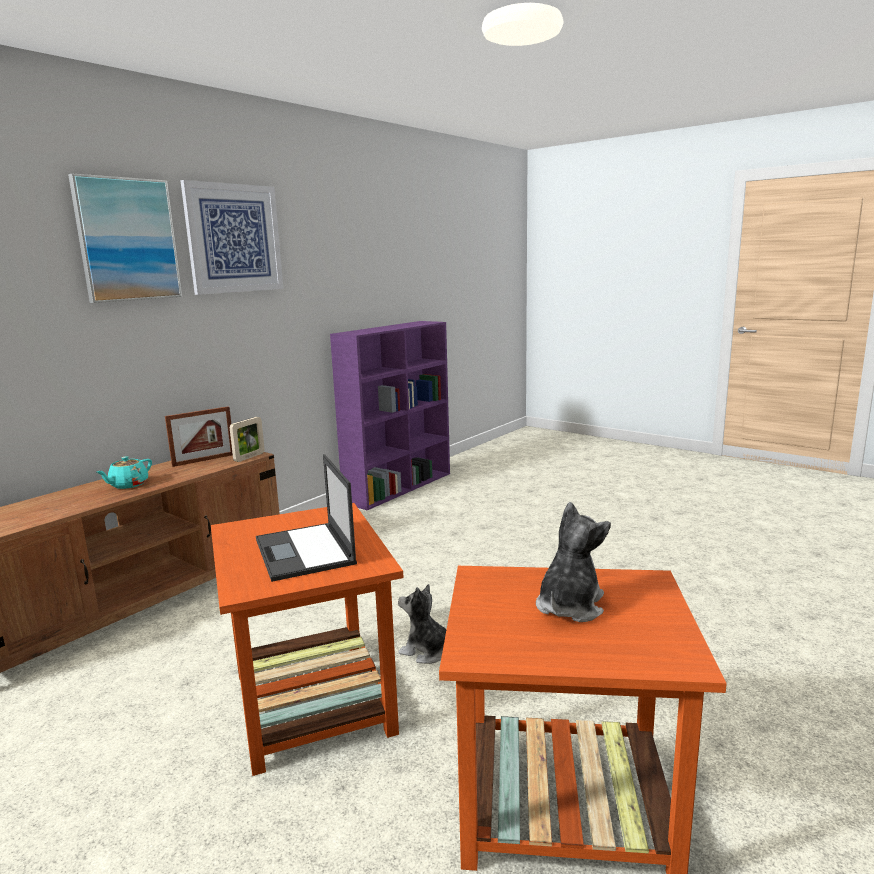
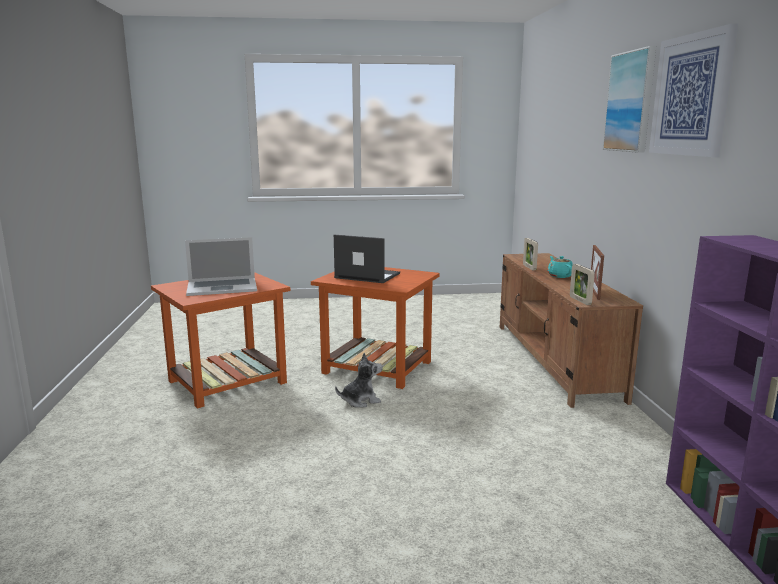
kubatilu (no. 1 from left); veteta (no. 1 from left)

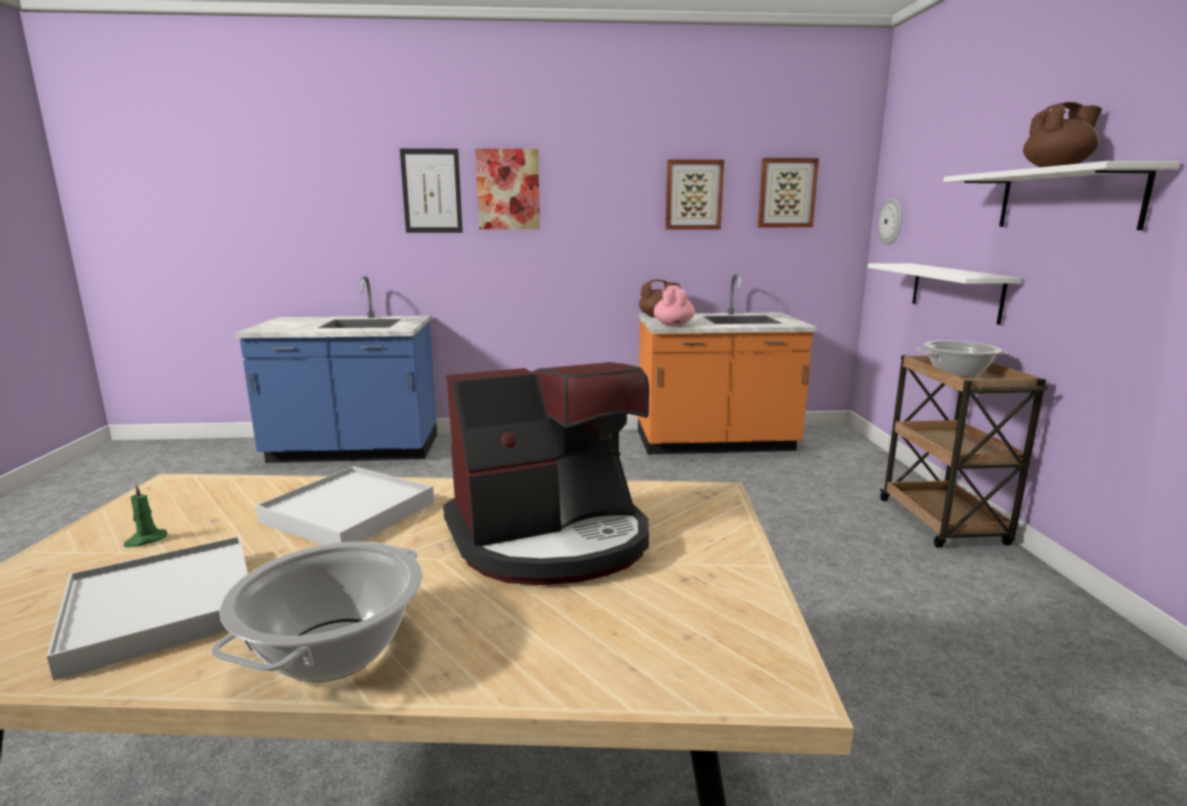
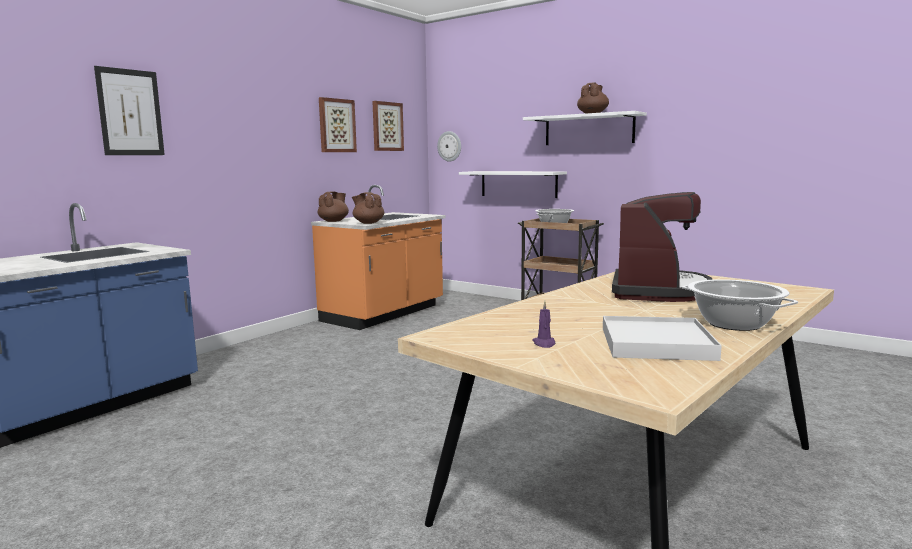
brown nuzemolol (no. 2 from left); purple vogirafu; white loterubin (no. 2 from left in the first image); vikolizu (no. 2 from left in the first image)

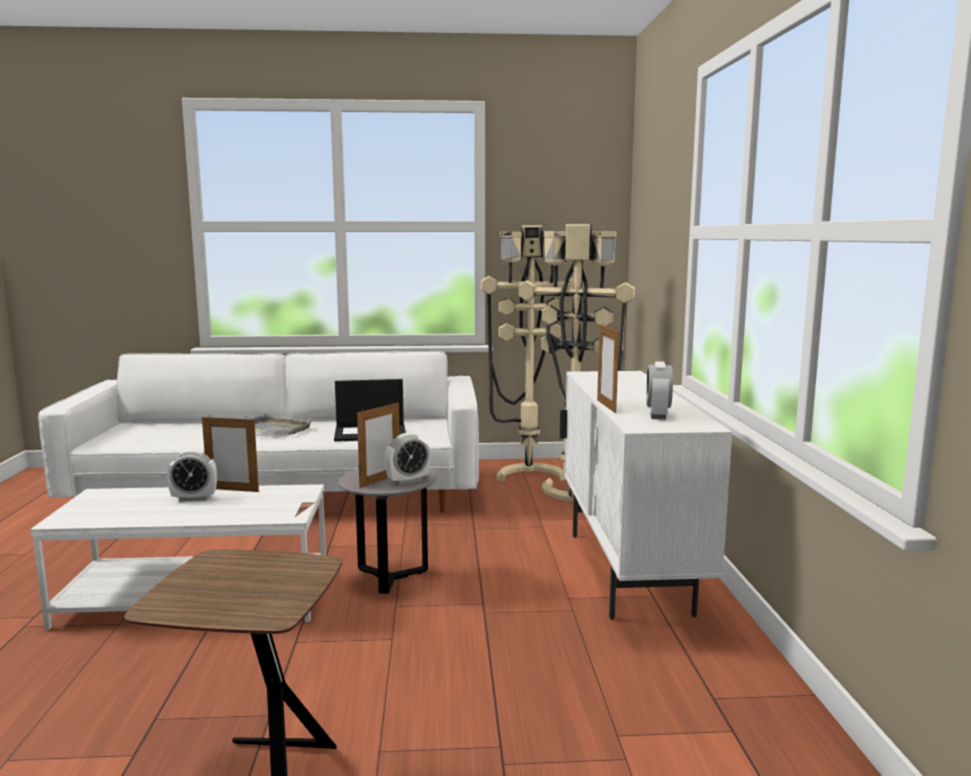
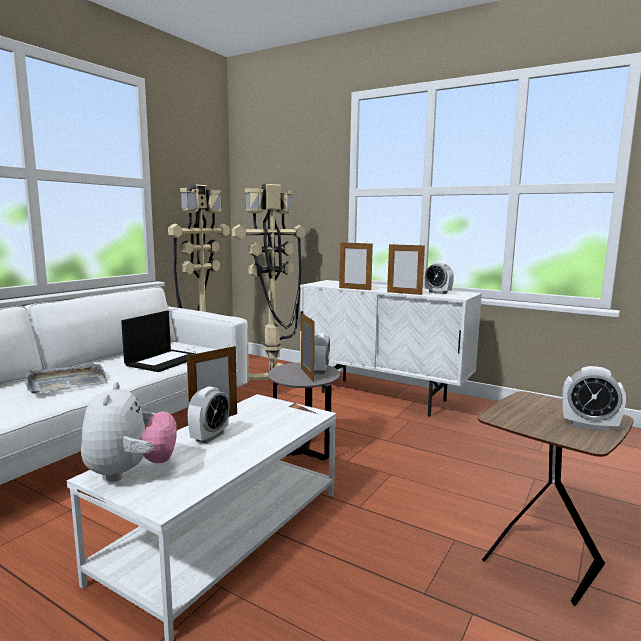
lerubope; veteta (no. 3 from left); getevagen (no. 4 from left)

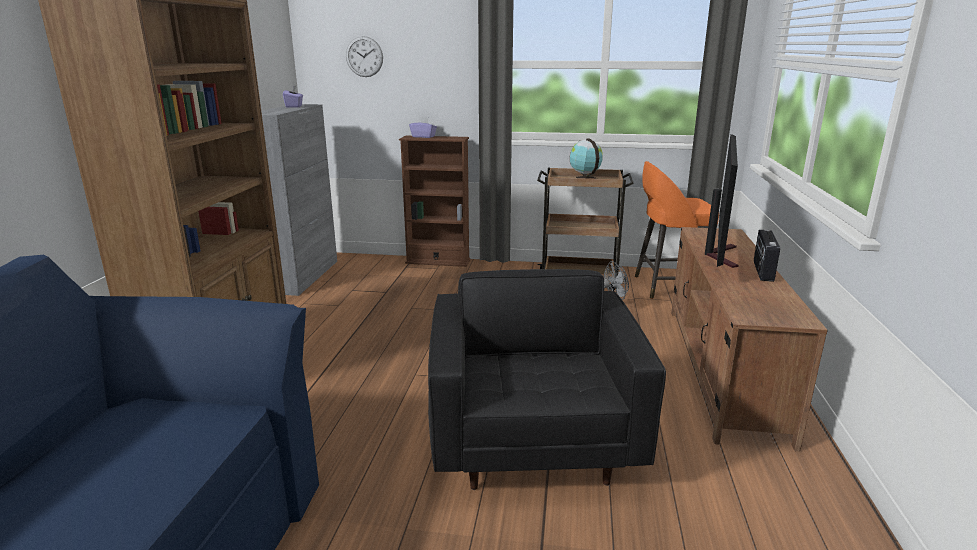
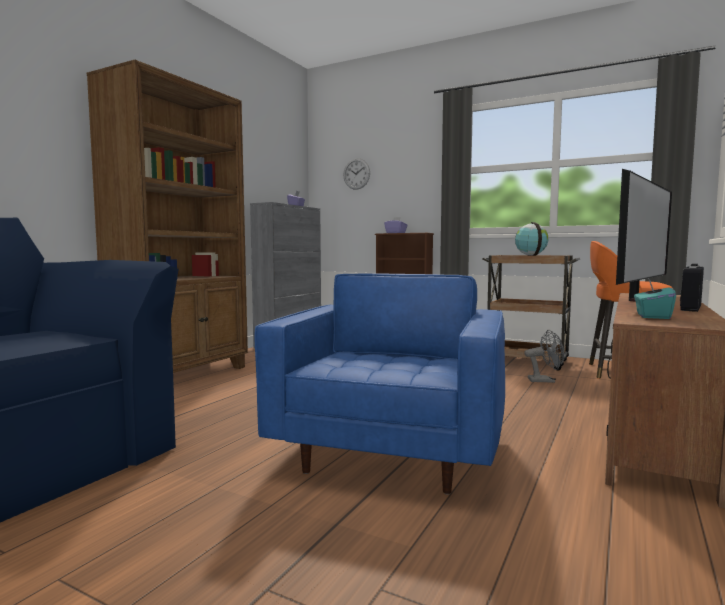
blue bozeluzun; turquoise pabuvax

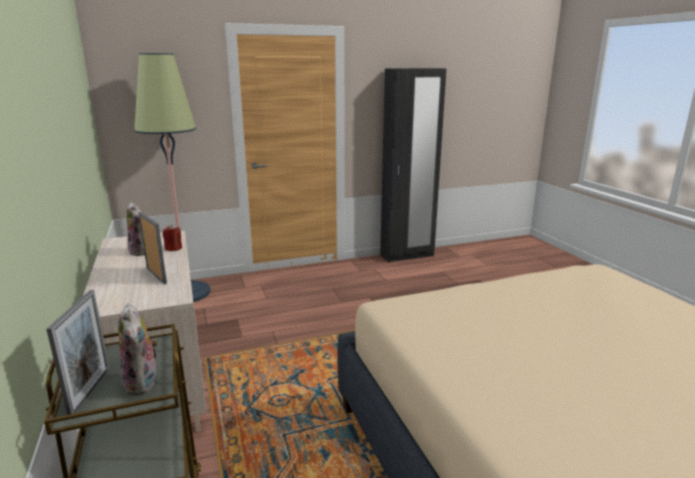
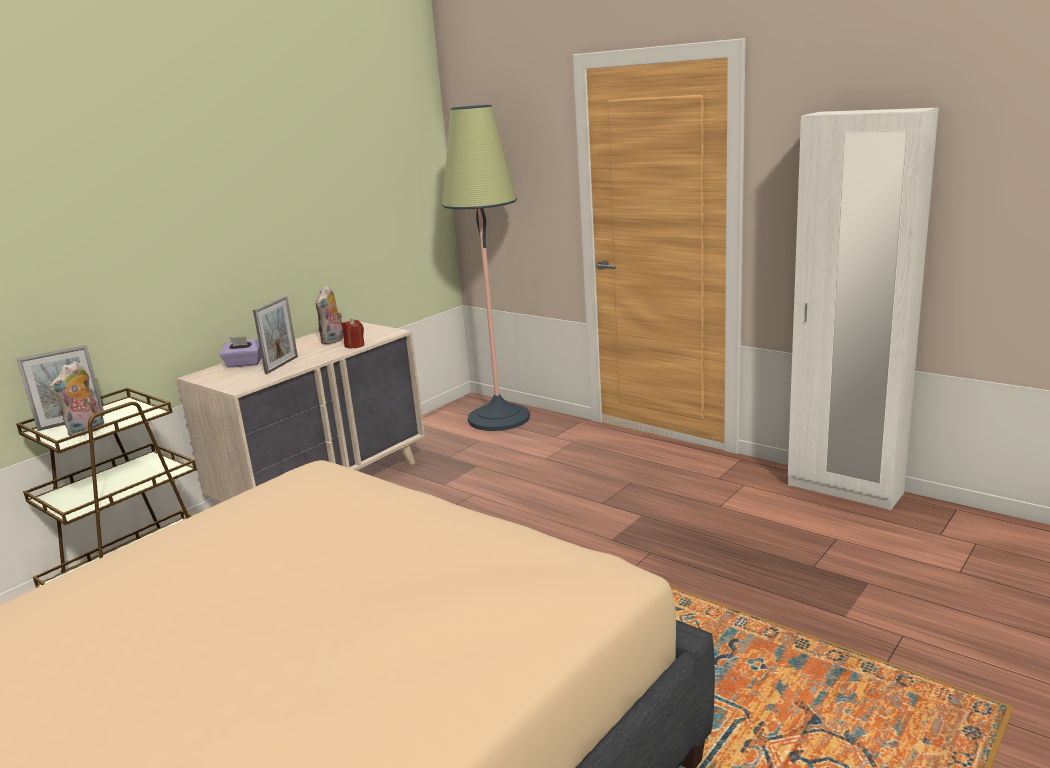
purple pabuvax; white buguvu

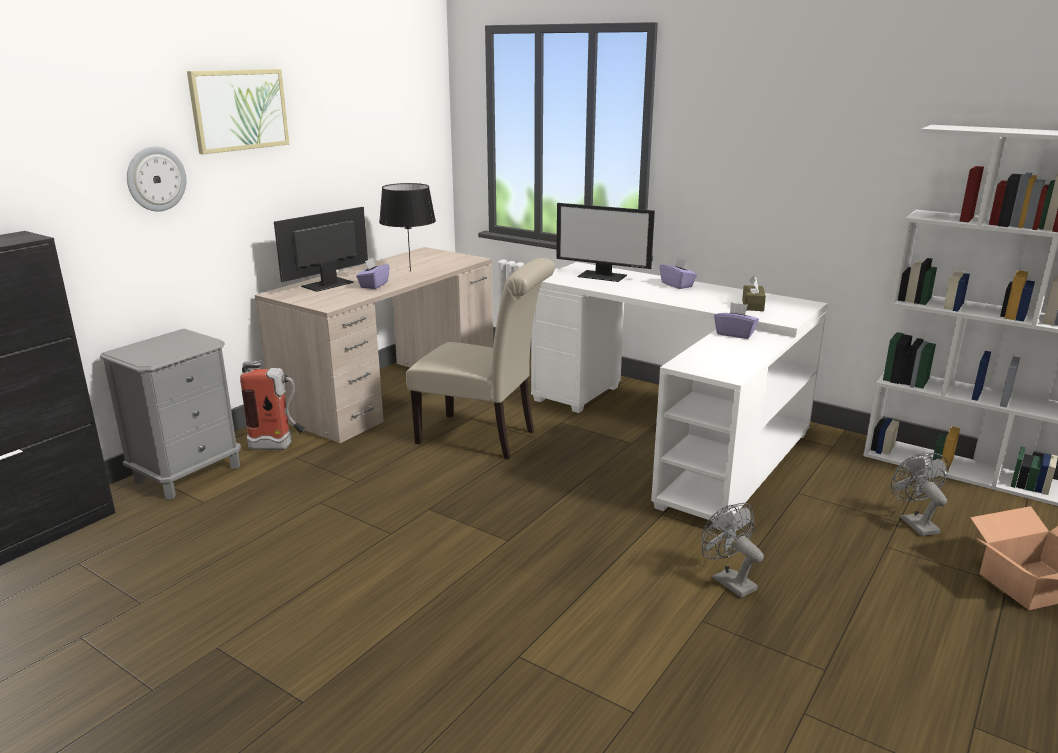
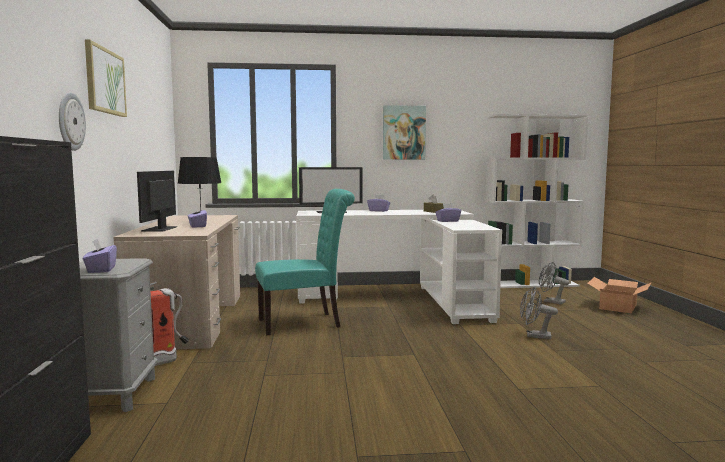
purple pabuvax (no. 1 from left); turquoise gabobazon; vikolizu (no. 2 from left)

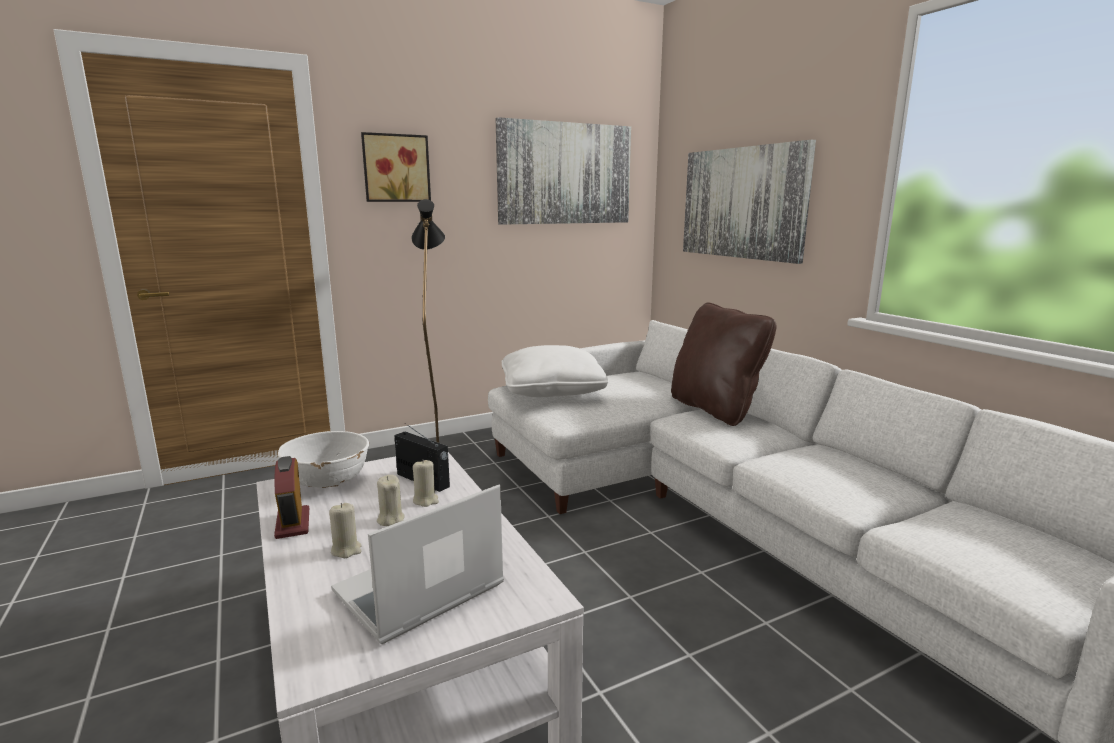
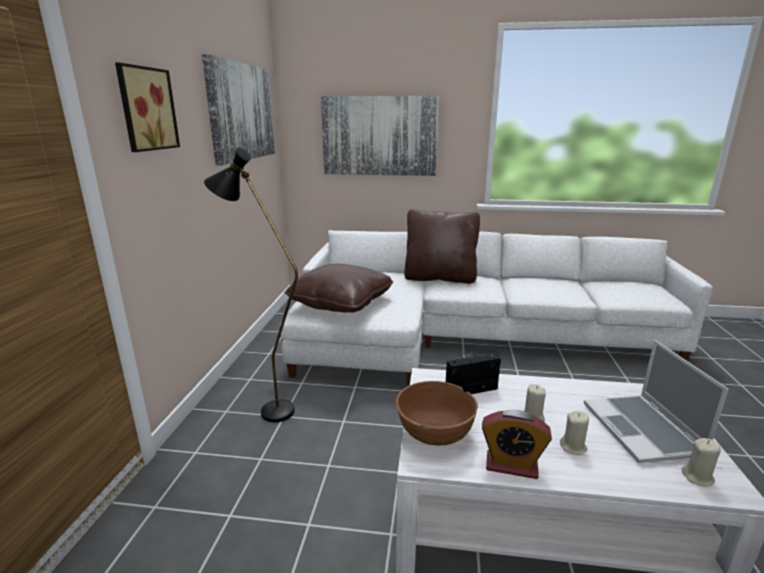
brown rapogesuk (no. 1 from left); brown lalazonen; beige vogirafu (no. 3 from left)

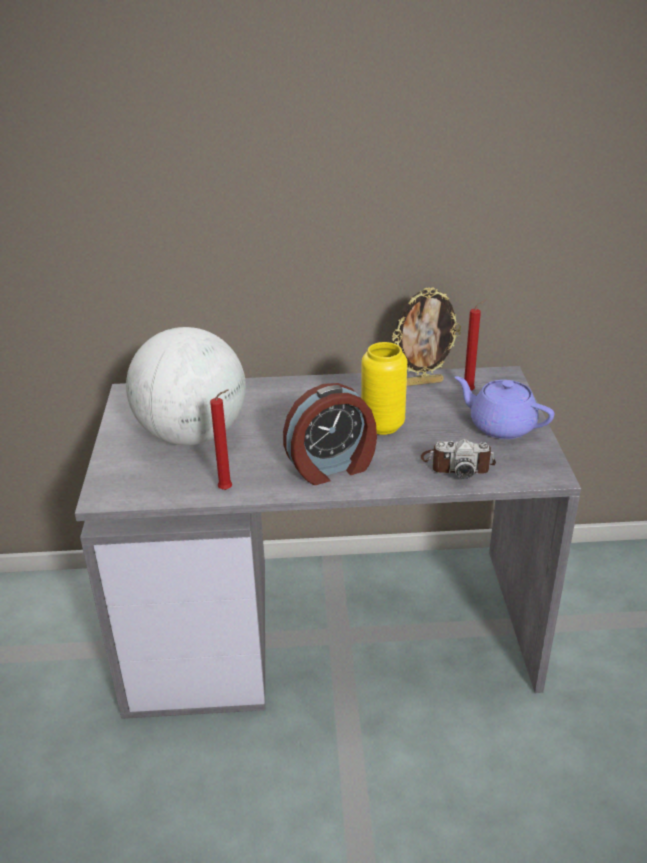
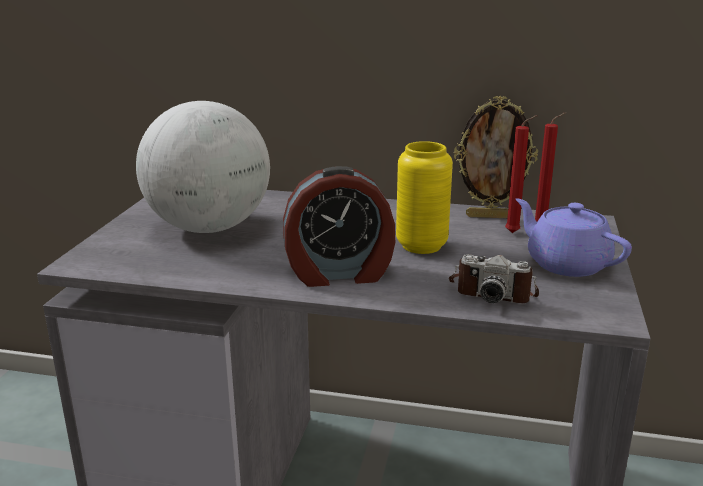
red vogirafu (no. 1 from left)

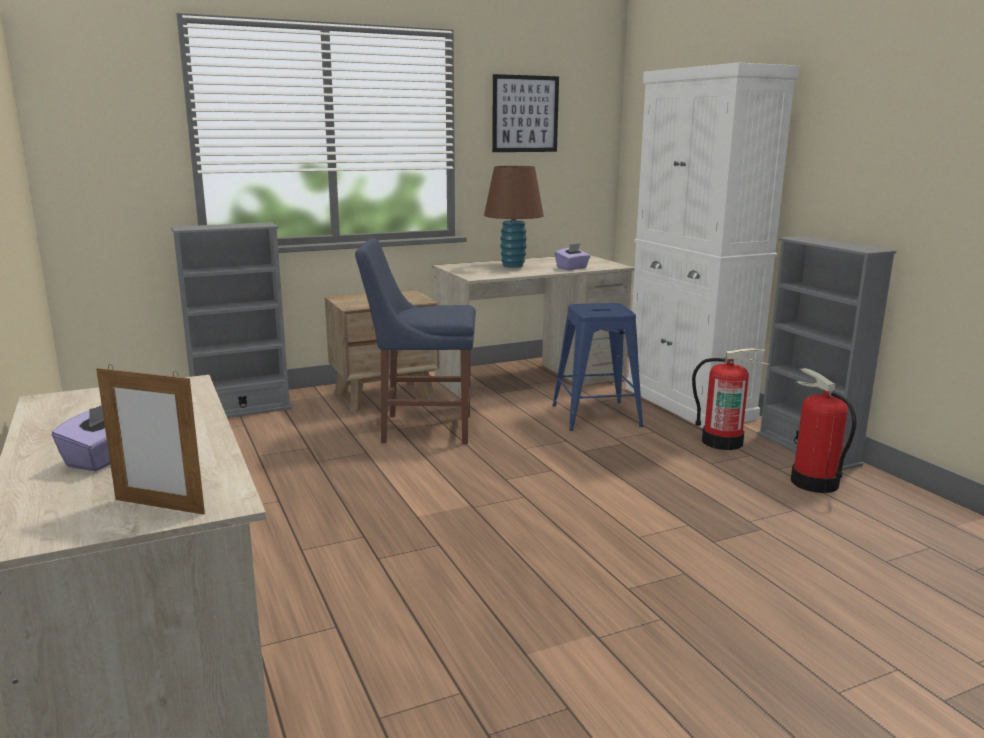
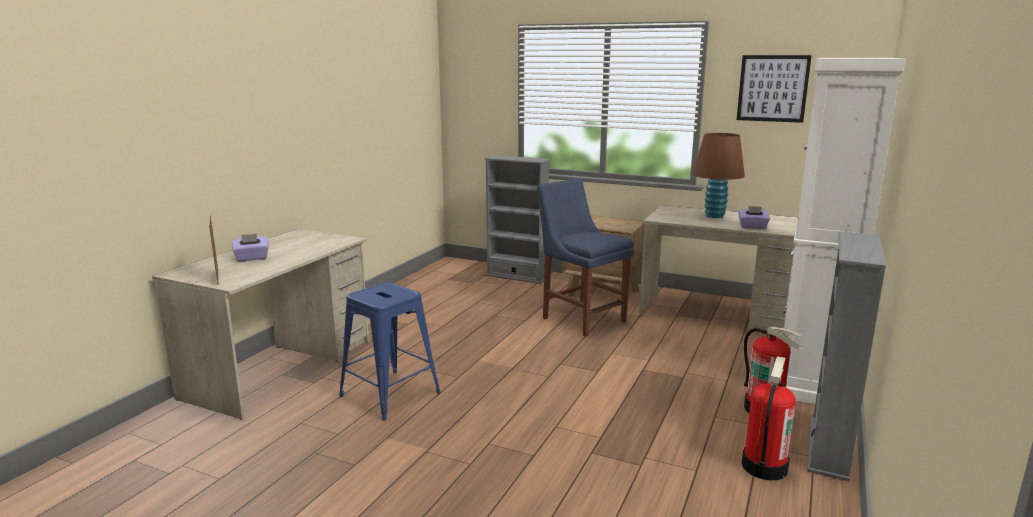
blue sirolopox

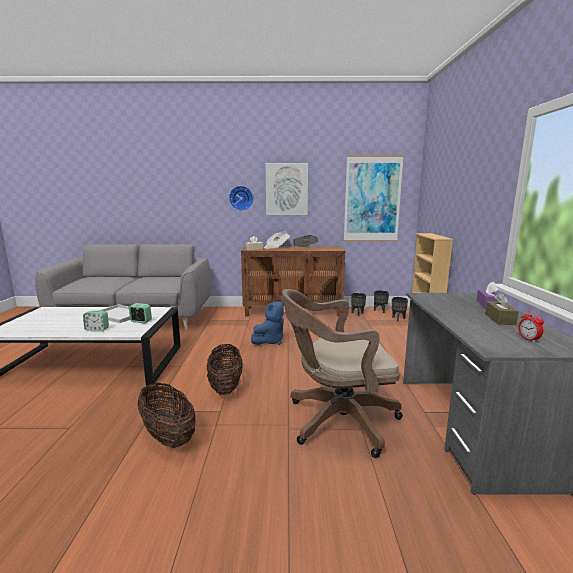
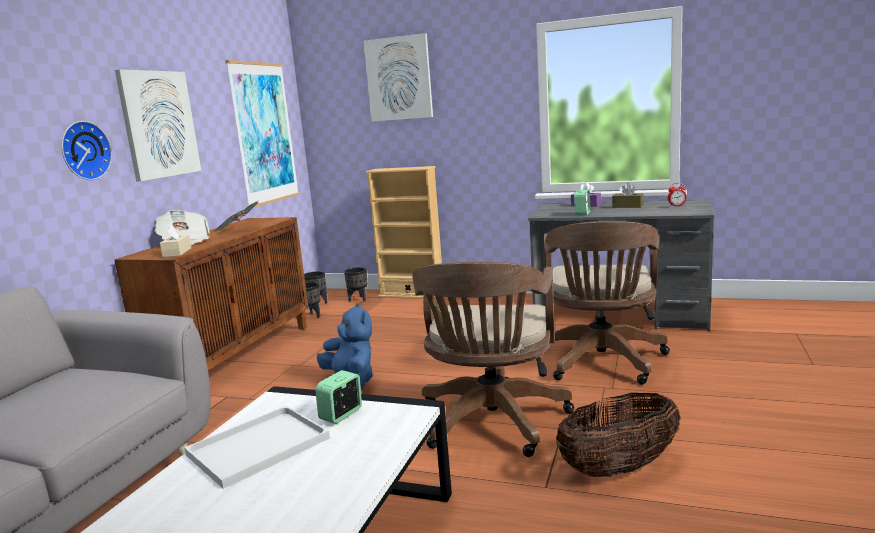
vikolizu (no. 3 from left); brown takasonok (no. 1 from left); getevagen (no. 2 from left)

